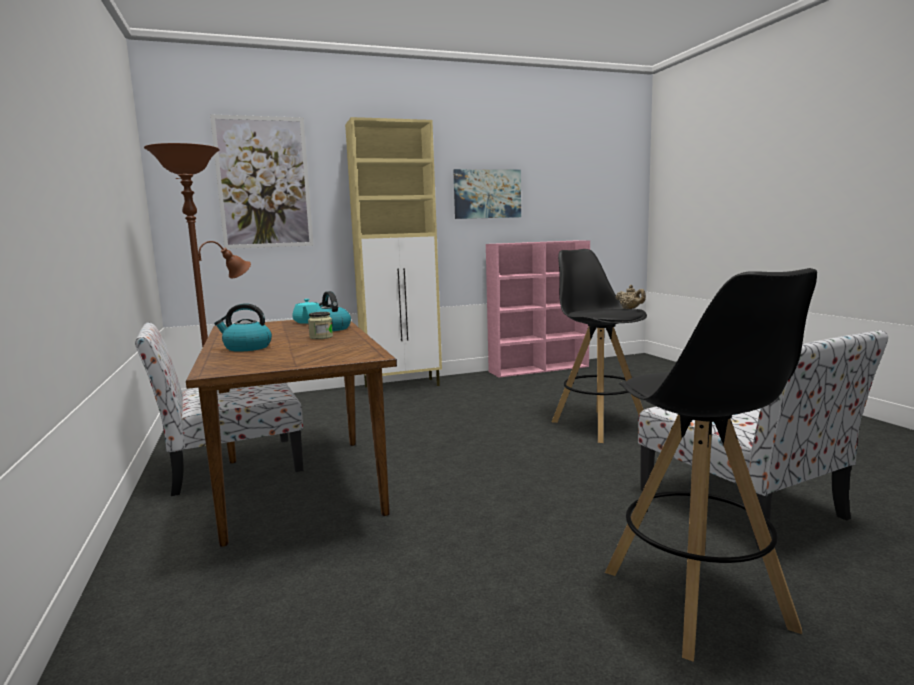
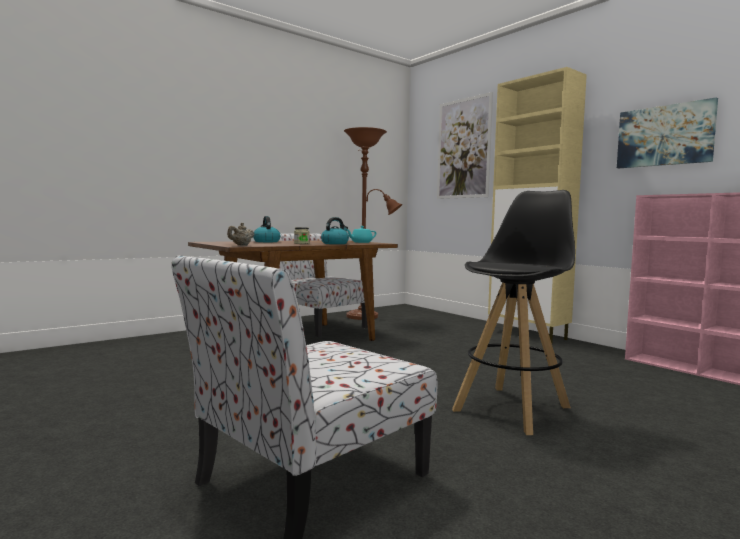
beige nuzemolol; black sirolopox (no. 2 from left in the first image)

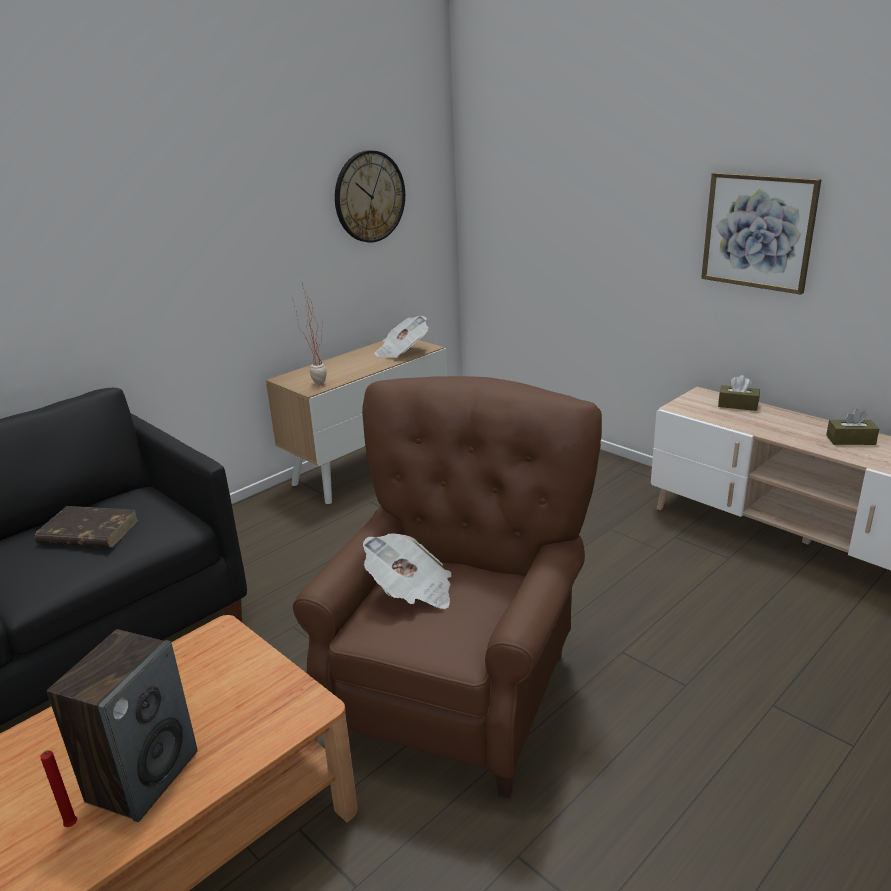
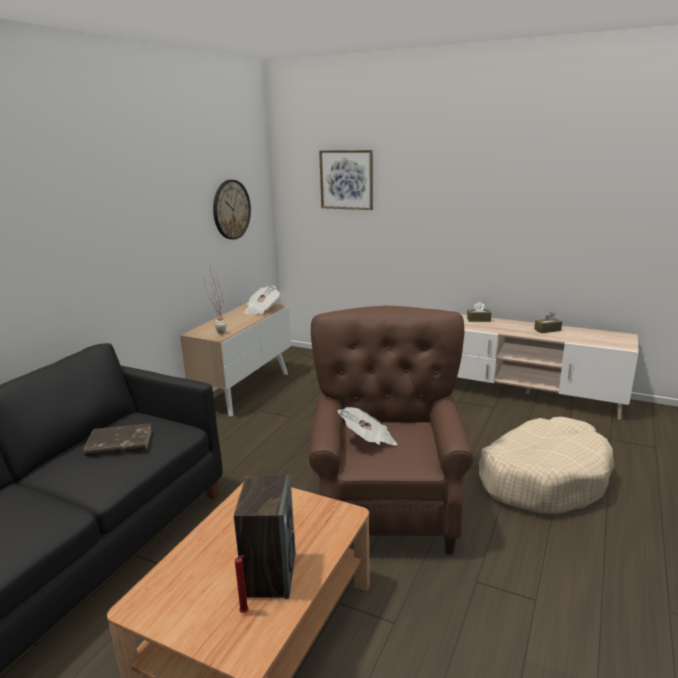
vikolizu; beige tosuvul

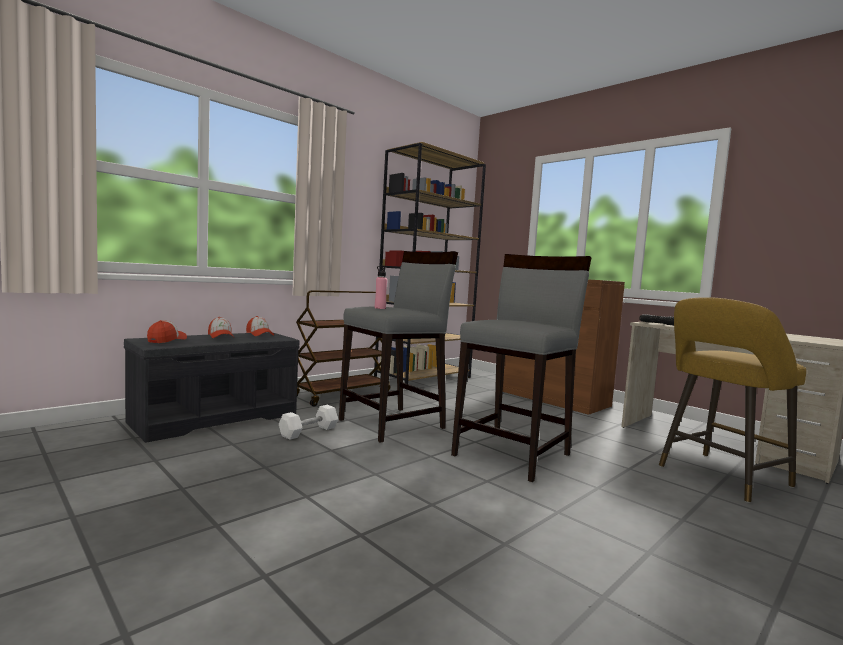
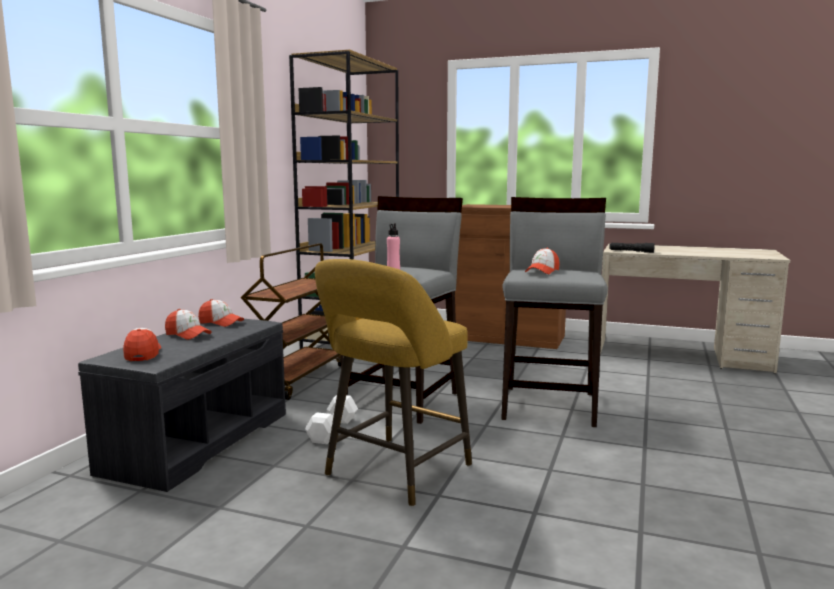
yellow sirolopox; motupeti (no. 4 from left)

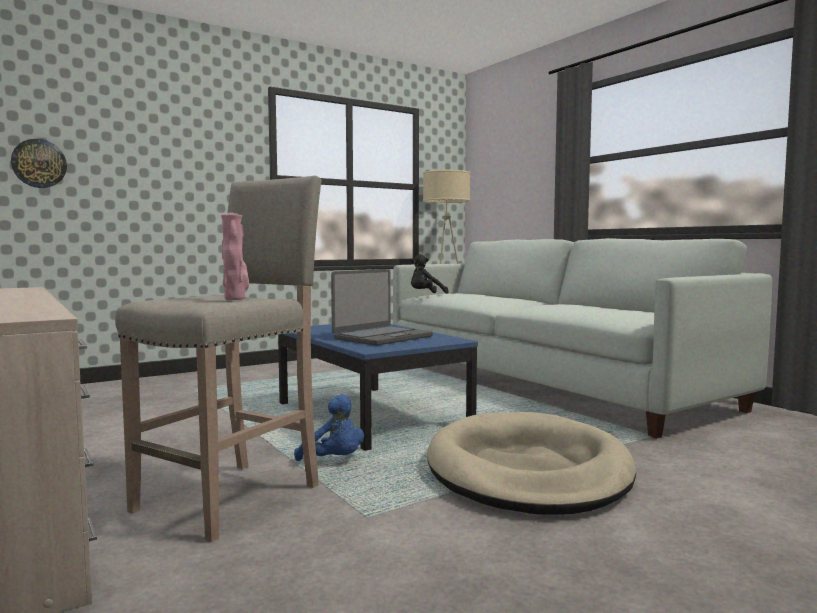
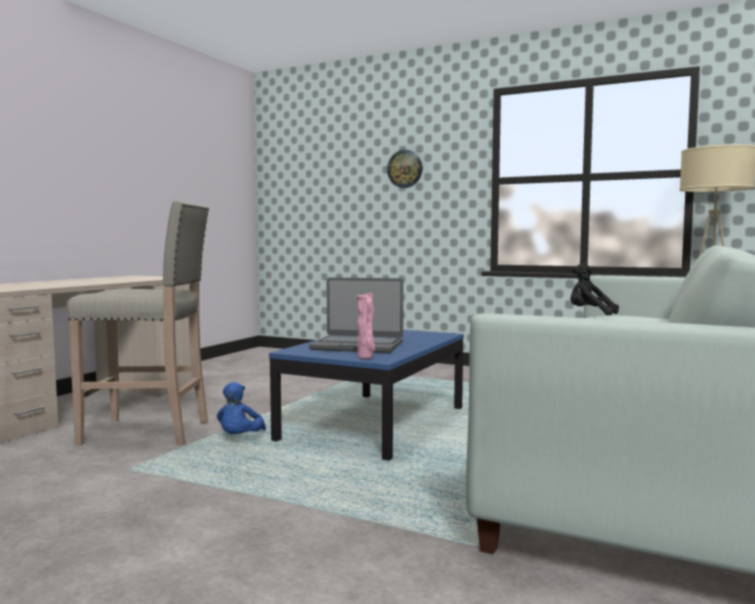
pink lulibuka; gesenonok; beige tosuvul

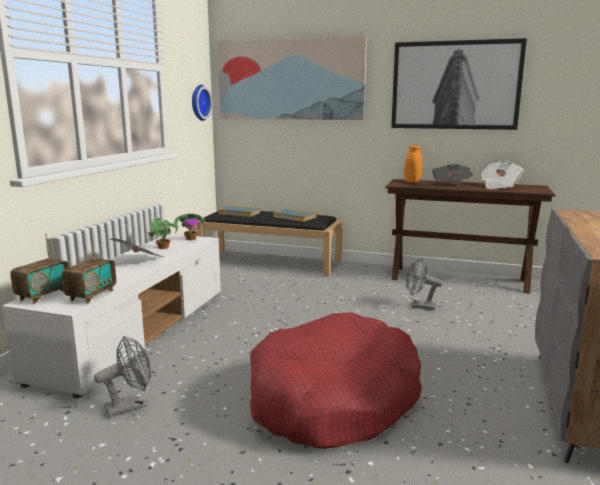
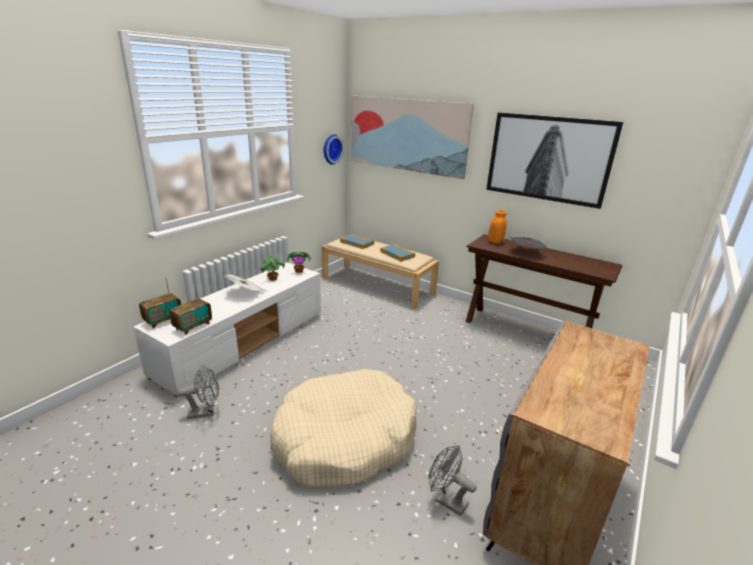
beige tosuvul; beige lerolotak; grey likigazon (no. 2 from left); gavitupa (no. 3 from left in the first image)

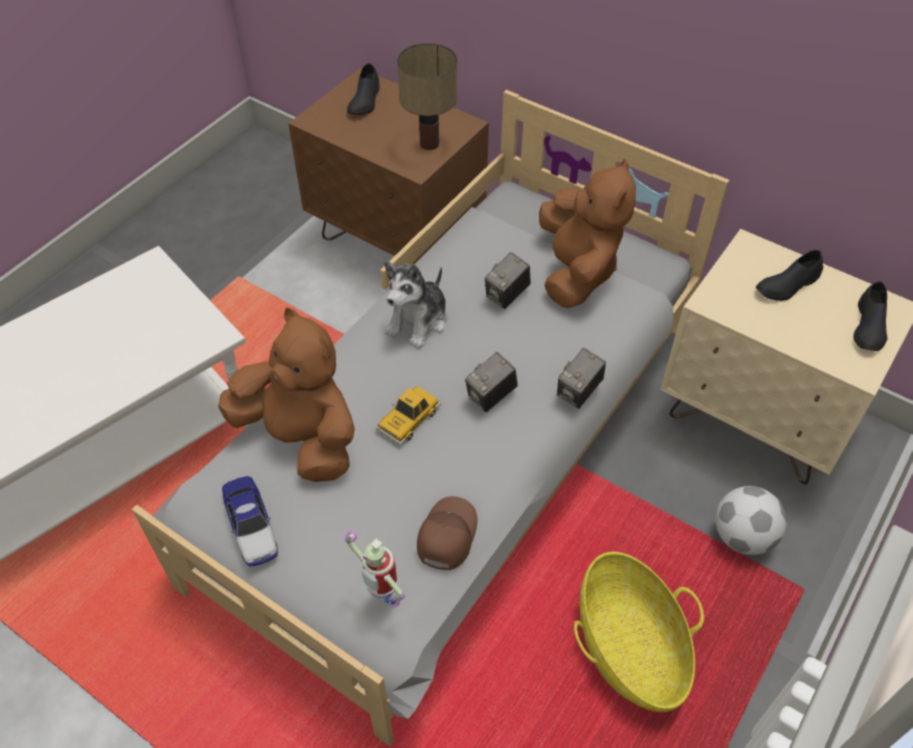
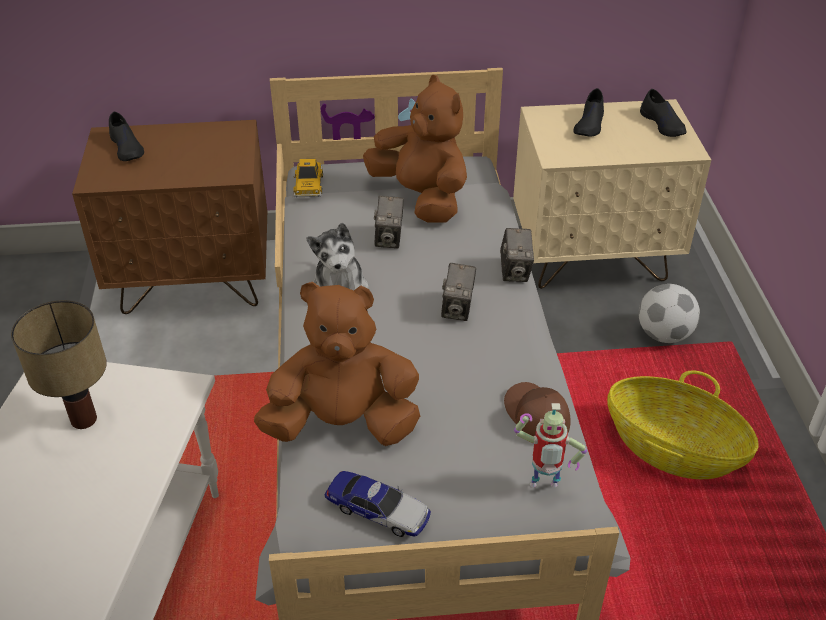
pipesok; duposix (no. 1 from left)

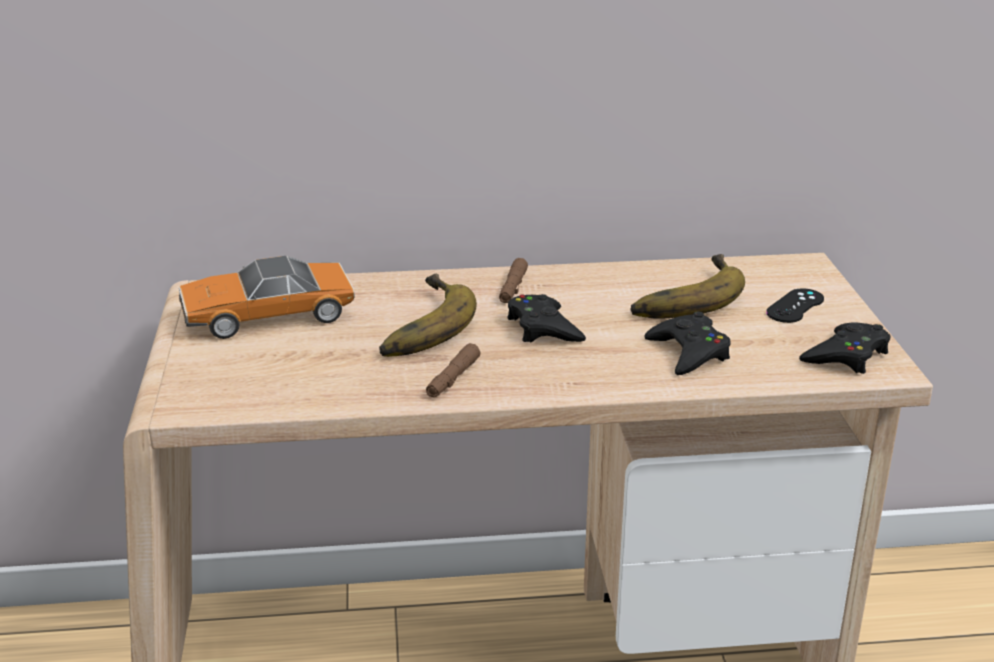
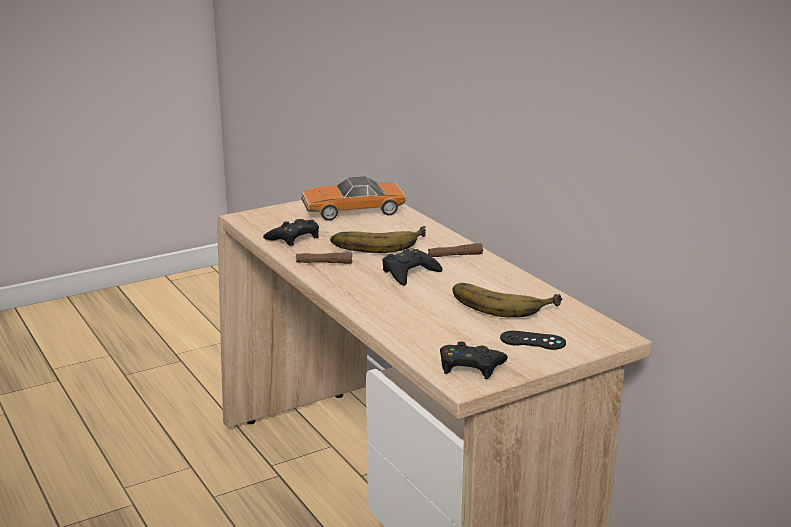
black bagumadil (no. 1 from left); duposix

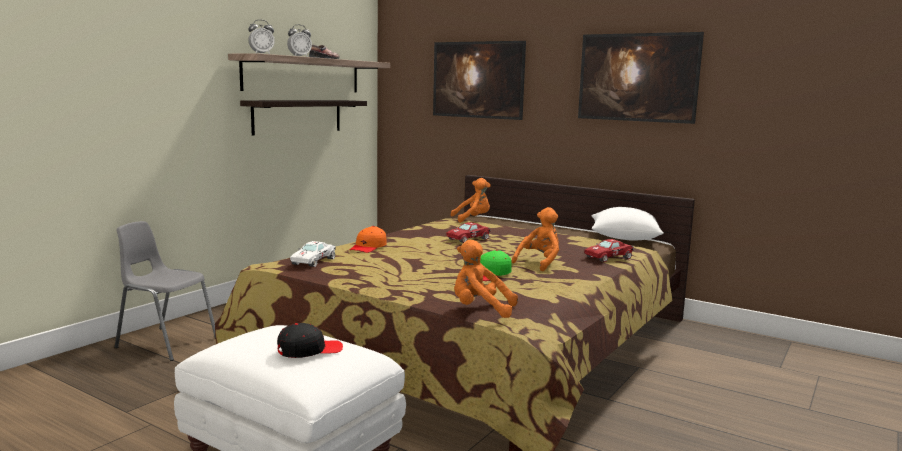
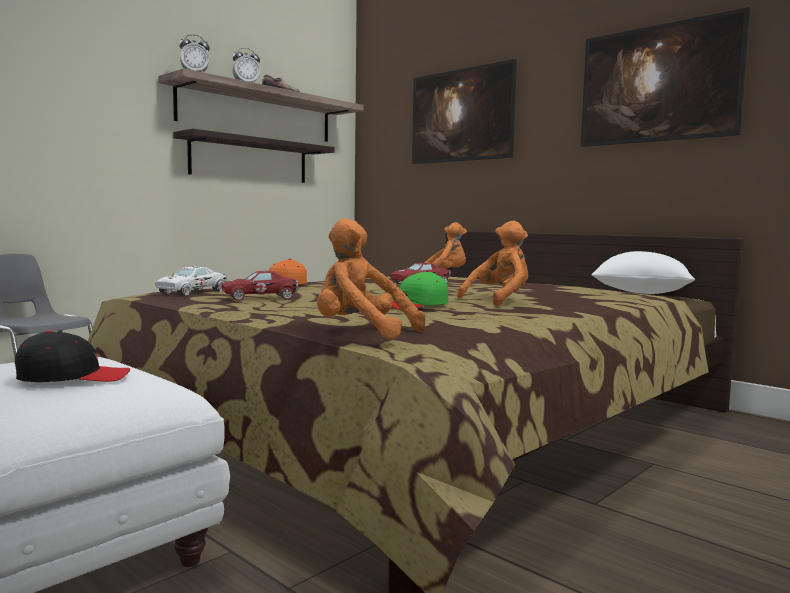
red duposix (no. 1 from left)

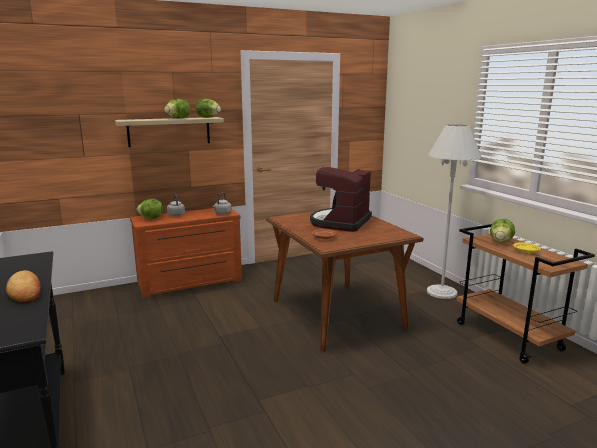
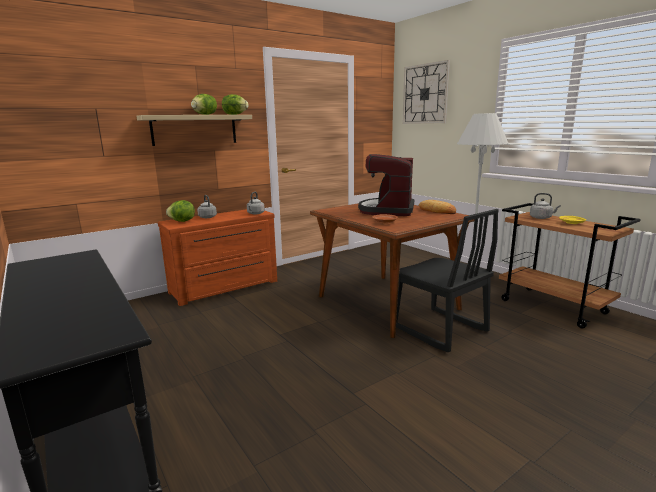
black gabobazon; gesenonok; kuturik; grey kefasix (no. 3 from left)

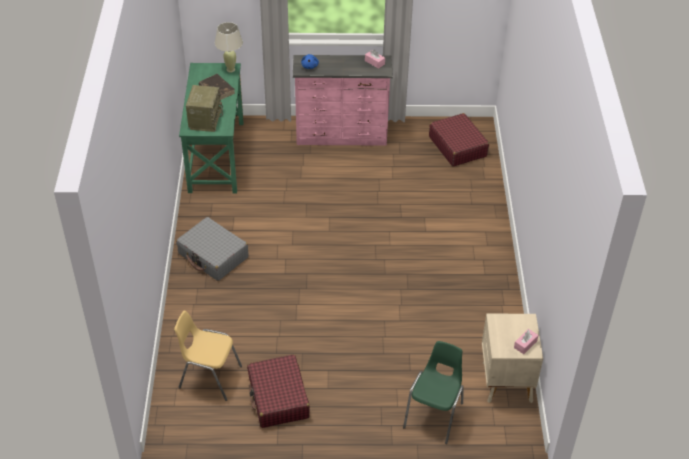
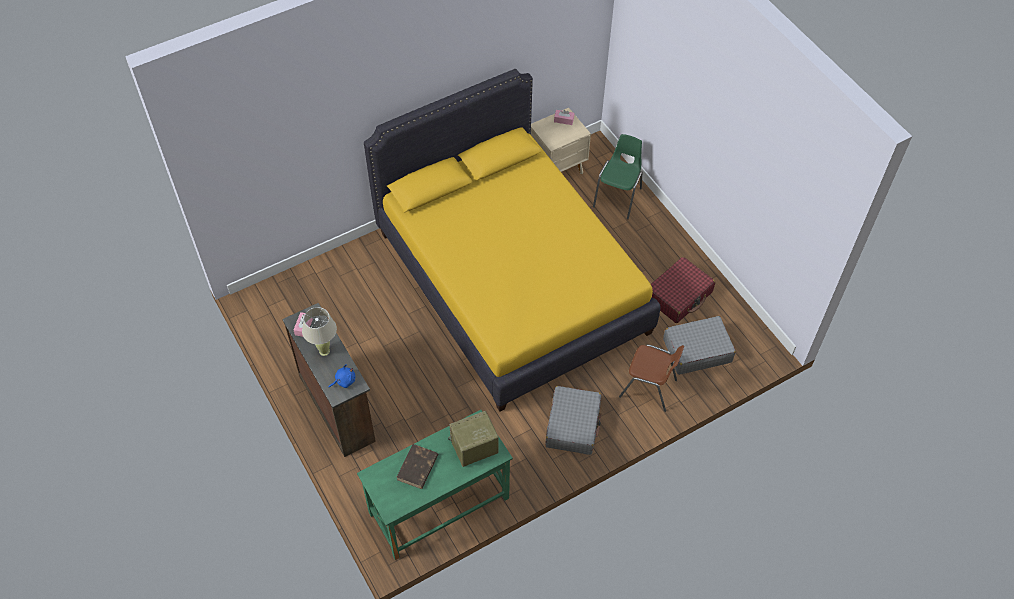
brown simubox; beige pipesok; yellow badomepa; green gabobazon; brown gabobazon; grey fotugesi (no. 2 from left); red fotugesi (no. 2 from left in the first image)

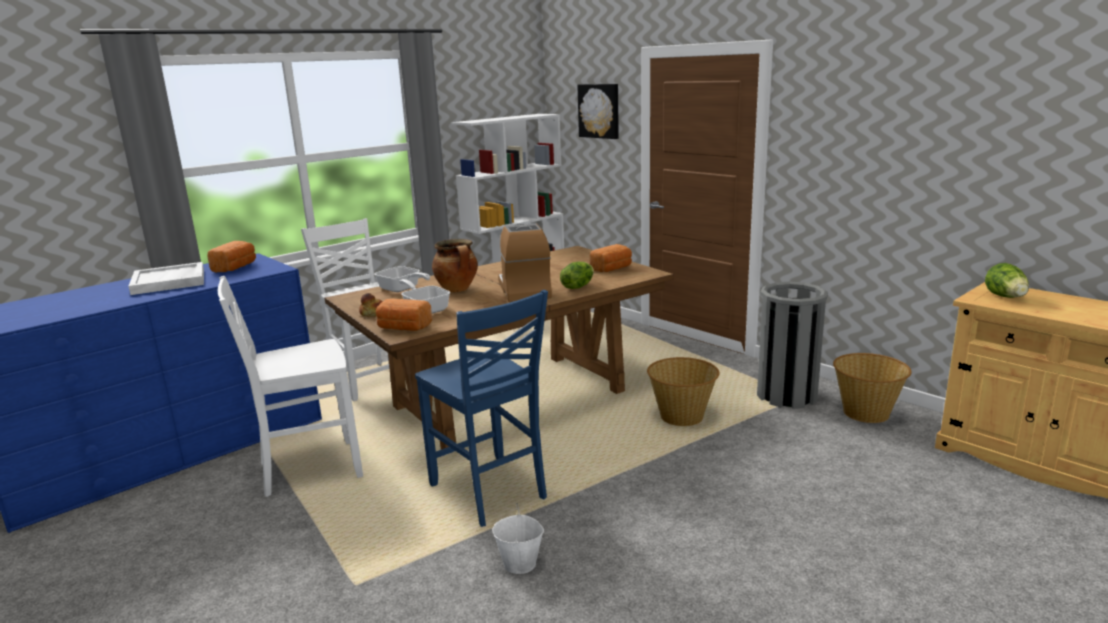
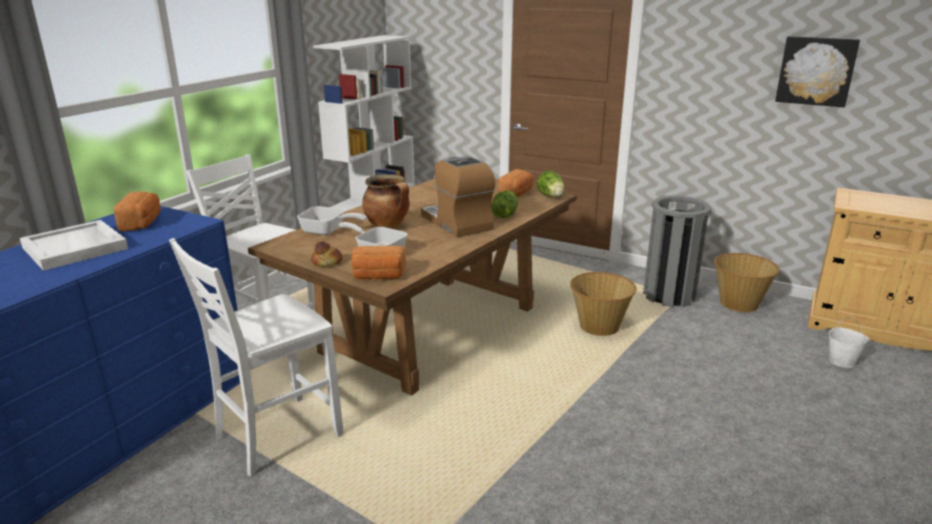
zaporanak (no. 2 from left); vikolizu; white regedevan; blue gabobazon

